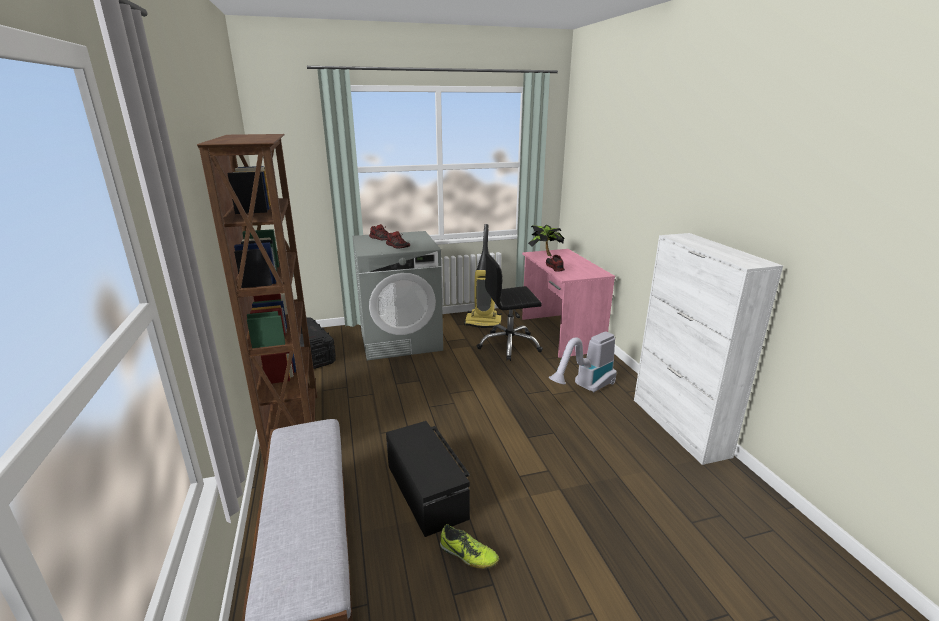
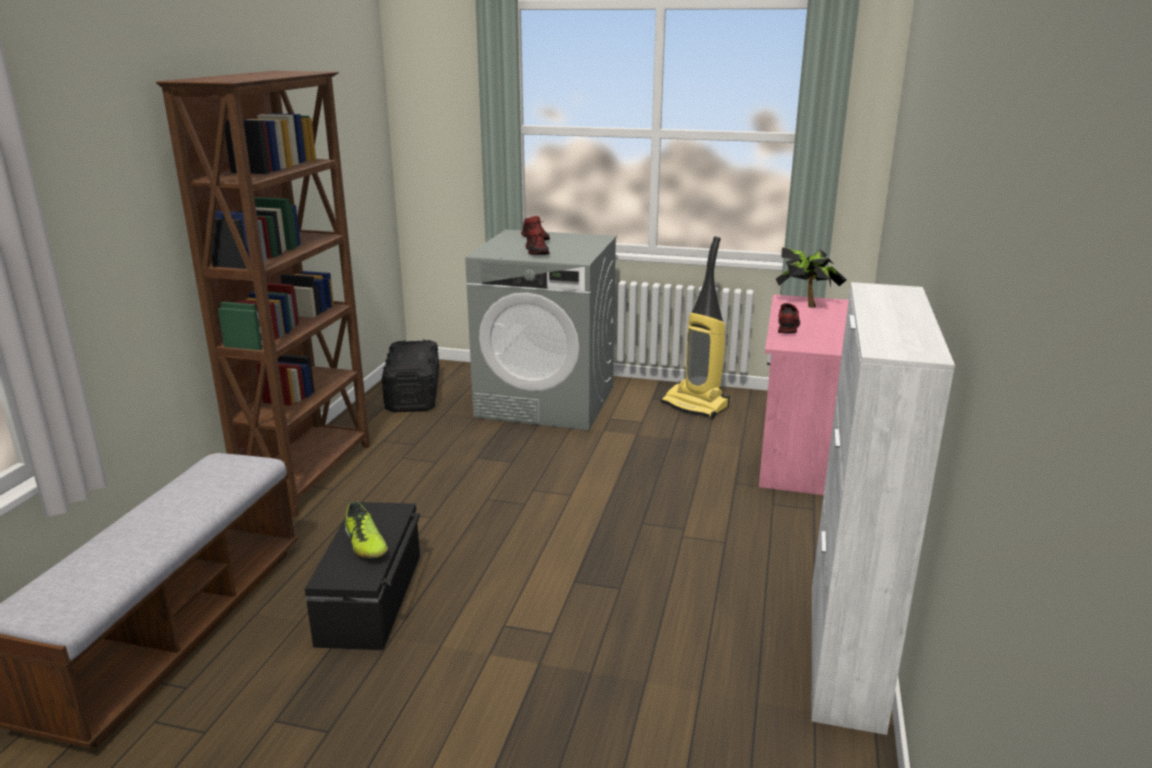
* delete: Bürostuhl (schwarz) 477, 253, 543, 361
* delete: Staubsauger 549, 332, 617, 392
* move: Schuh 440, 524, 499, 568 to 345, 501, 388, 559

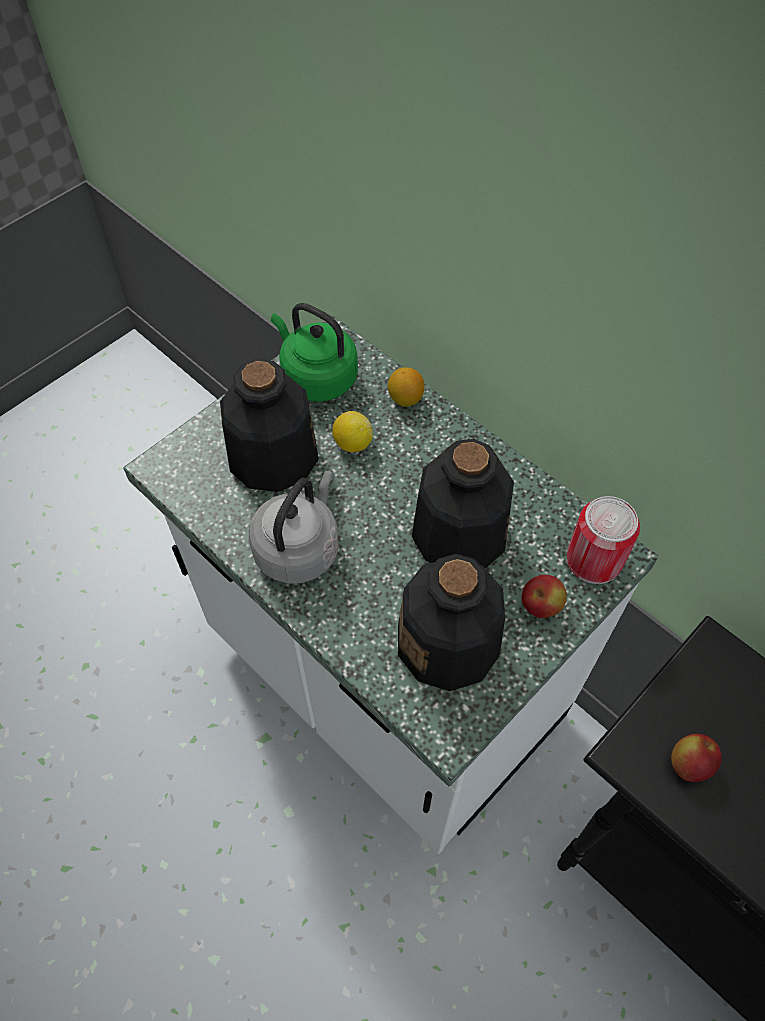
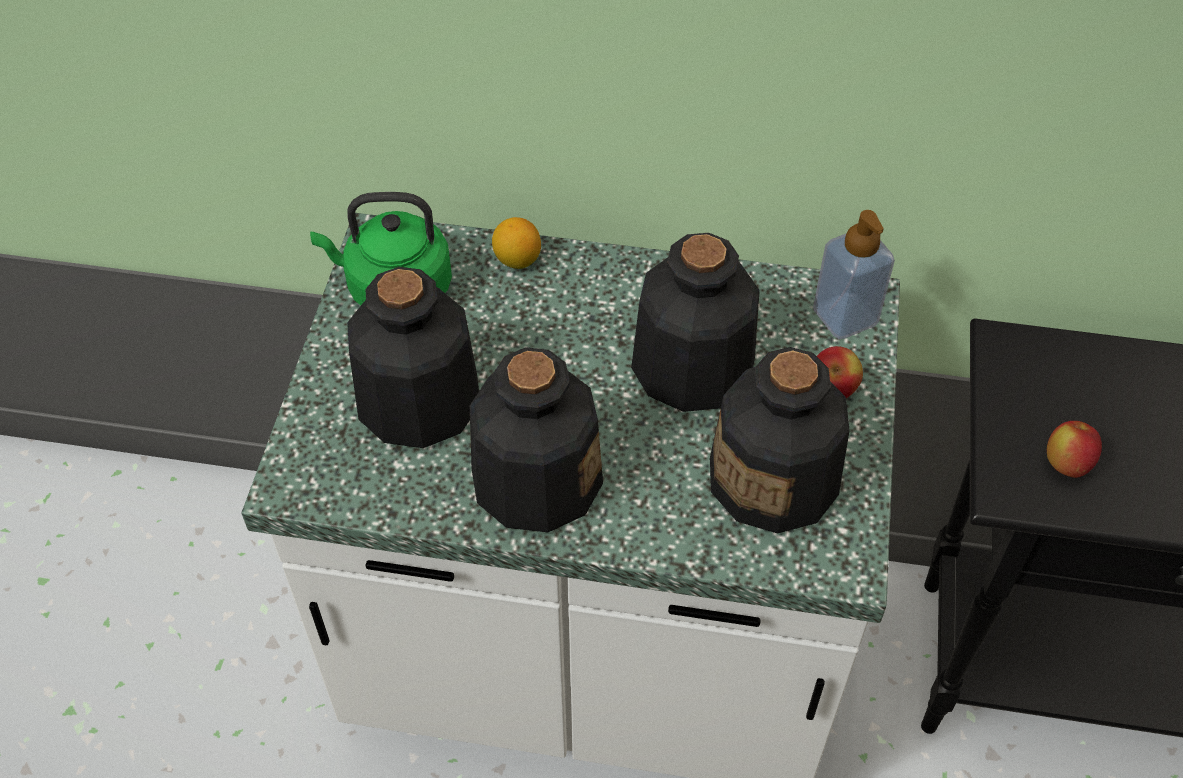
* delete: Zitrone 332, 411, 373, 452
* replace: Wasserkessel (grau) 249, 471, 338, 584 to Flasche 470, 347, 603, 532
* replace: Dose 567, 496, 640, 584 to Seifenspender 813, 210, 895, 339

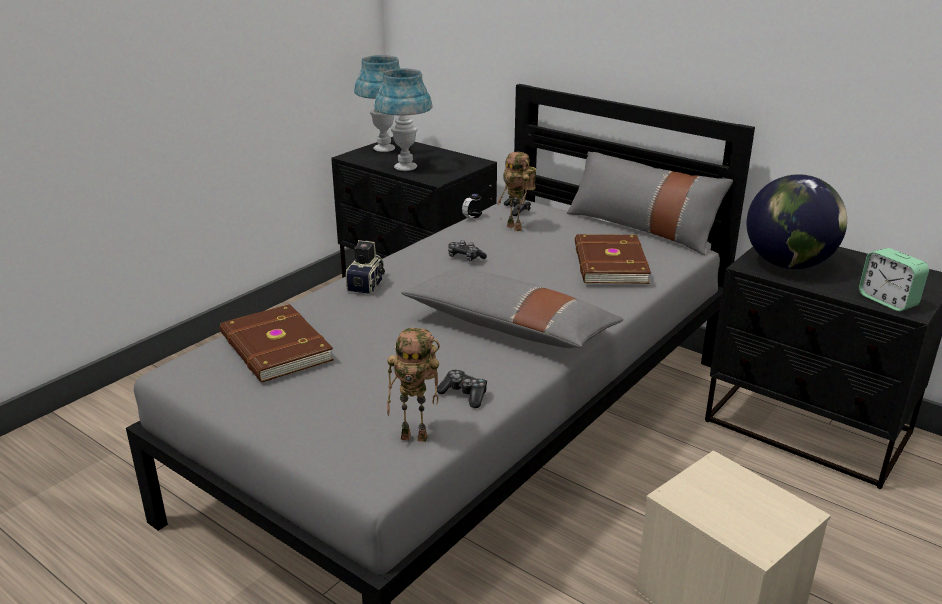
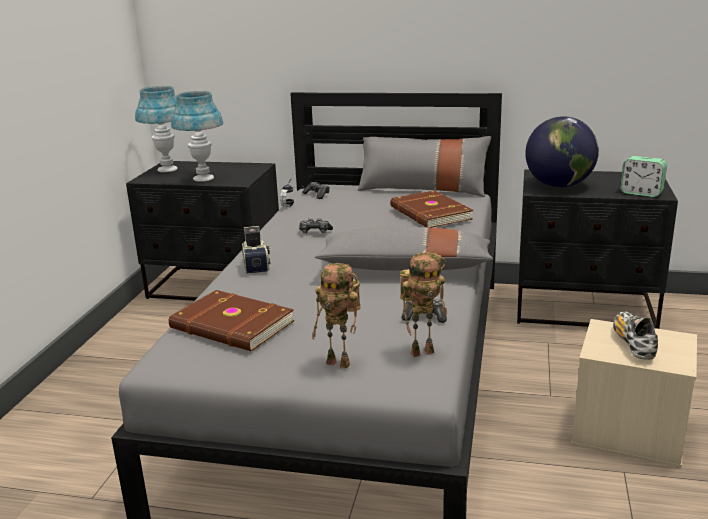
* insert: Schuh 613, 311, 658, 360
* move: Spielzeugroboter 497, 152, 536, 232 to 312, 263, 360, 369

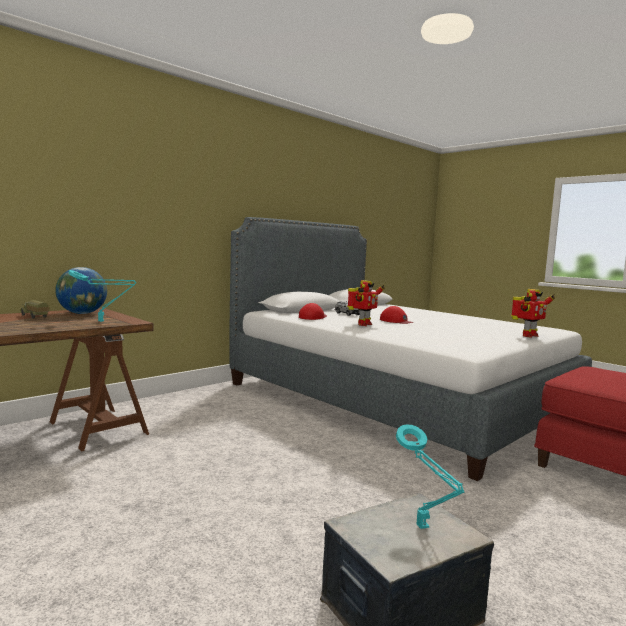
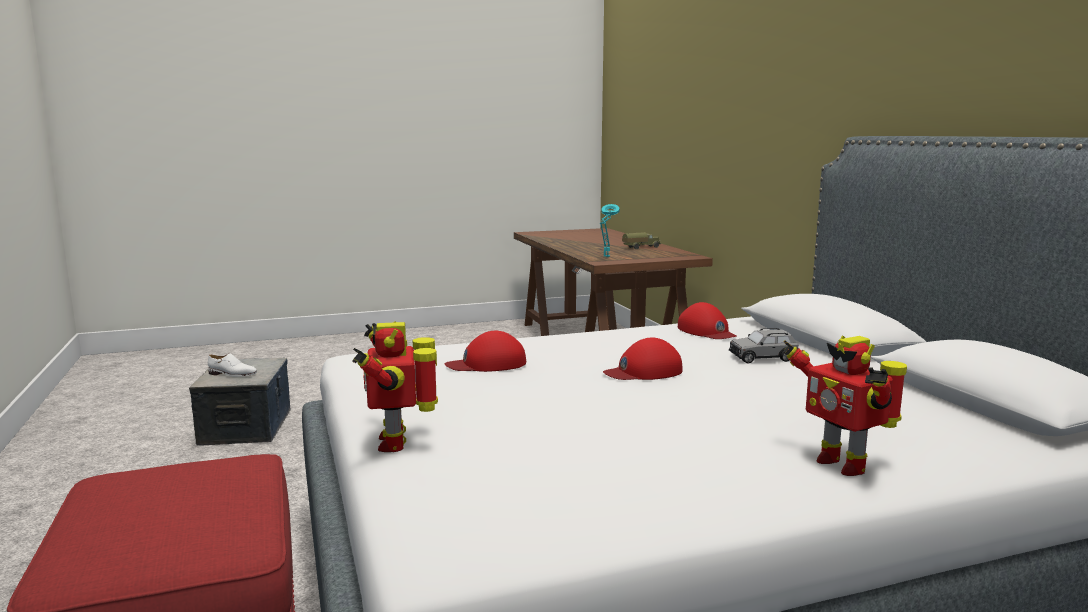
* delete: Globus 55, 267, 107, 314
* insert: Kappe (rot) 445, 331, 526, 372
* move: Spielzeugroboter 347, 280, 385, 326 to 784, 336, 907, 476
* replace: Tischlampe (türkis) 396, 424, 464, 529 to Schuh (weiß) 208, 353, 257, 377

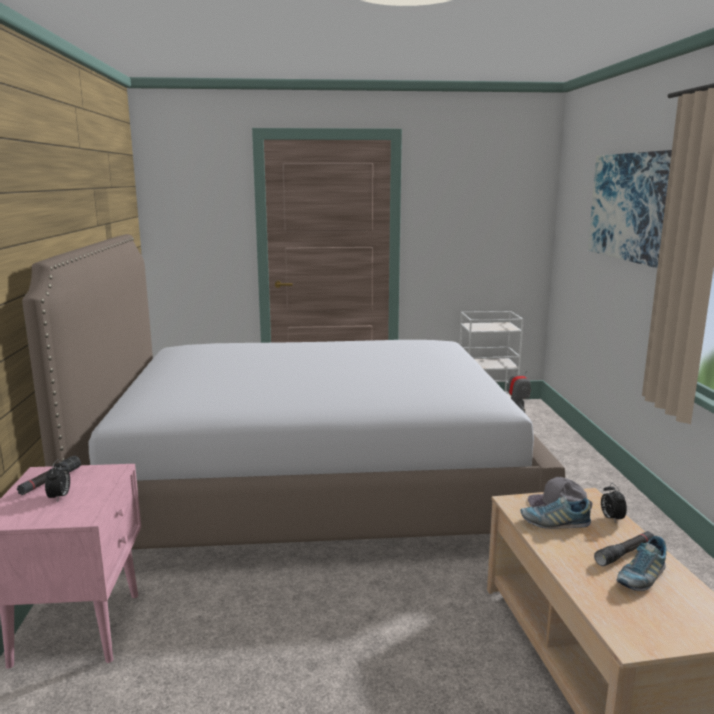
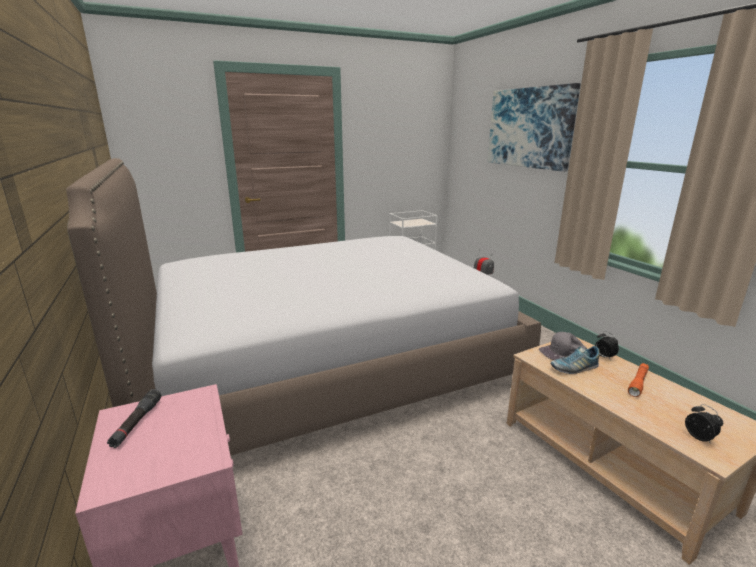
* delete: Schuh 616, 536, 667, 591
* move: Wecker 45, 459, 70, 502 to 685, 404, 723, 443
* recolor: Taschenlampe (schwarz) 594, 531, 654, 566 to Taschenlampe (orange) 628, 363, 649, 397

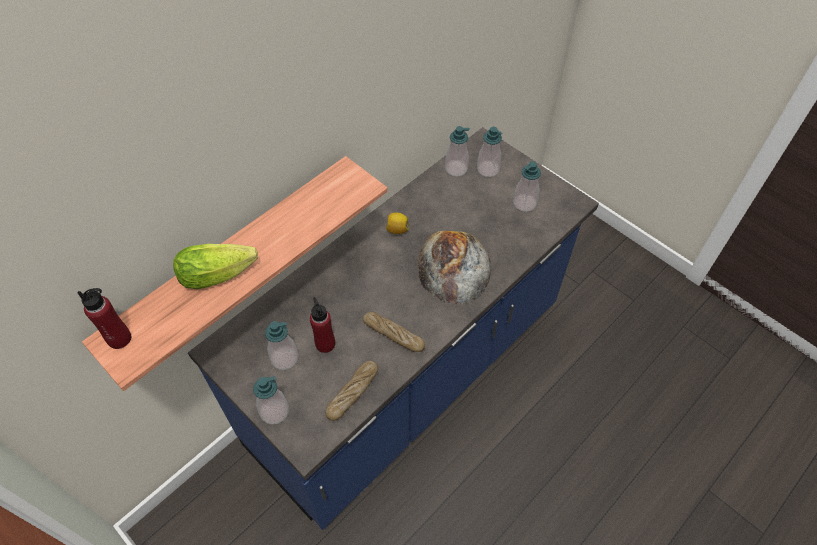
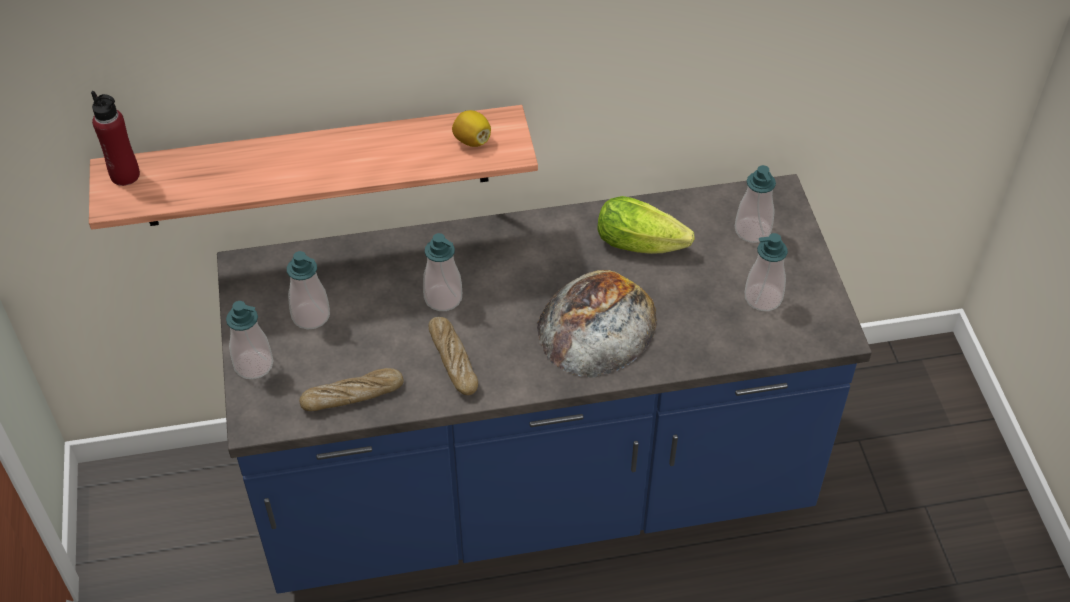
* delete: Flasche (rot) 310, 297, 335, 353
* move: Salatkopf 173, 244, 258, 289 to 598, 196, 694, 254
* move: Zitrone 386, 213, 409, 234 to 452, 110, 491, 147
* move: Seifenspender 445, 126, 470, 176 to 423, 233, 462, 311

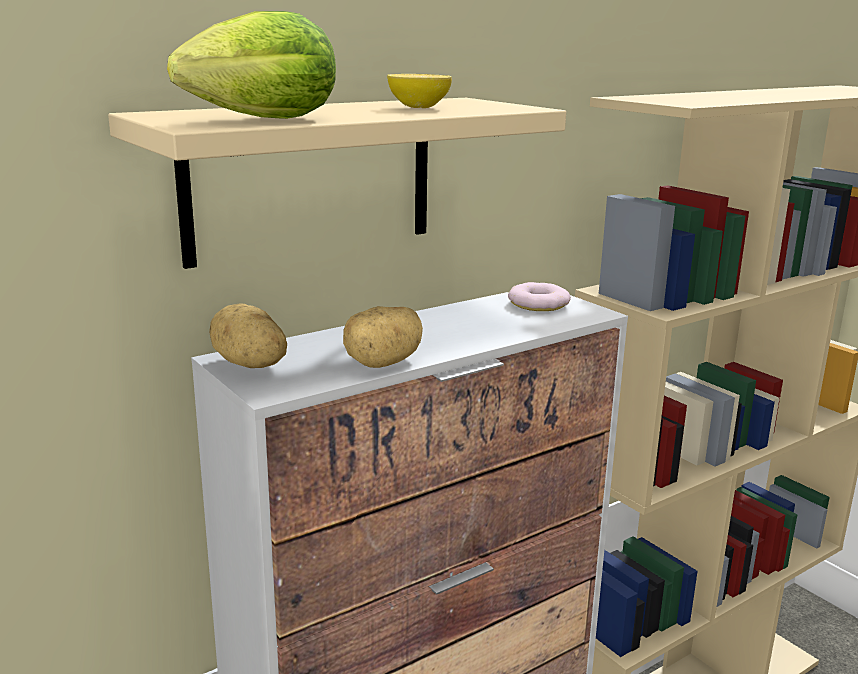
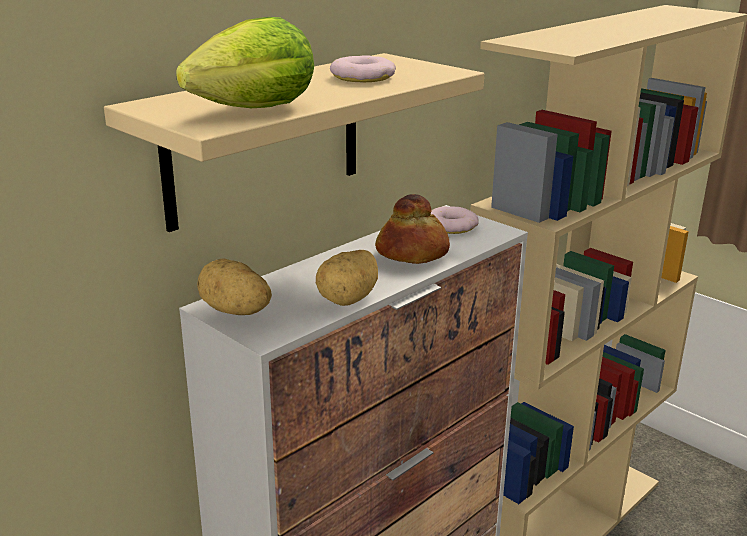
* insert: Brot 375, 194, 450, 264
* replace: Zitrone 387, 74, 452, 108 to Donut 330, 55, 396, 82

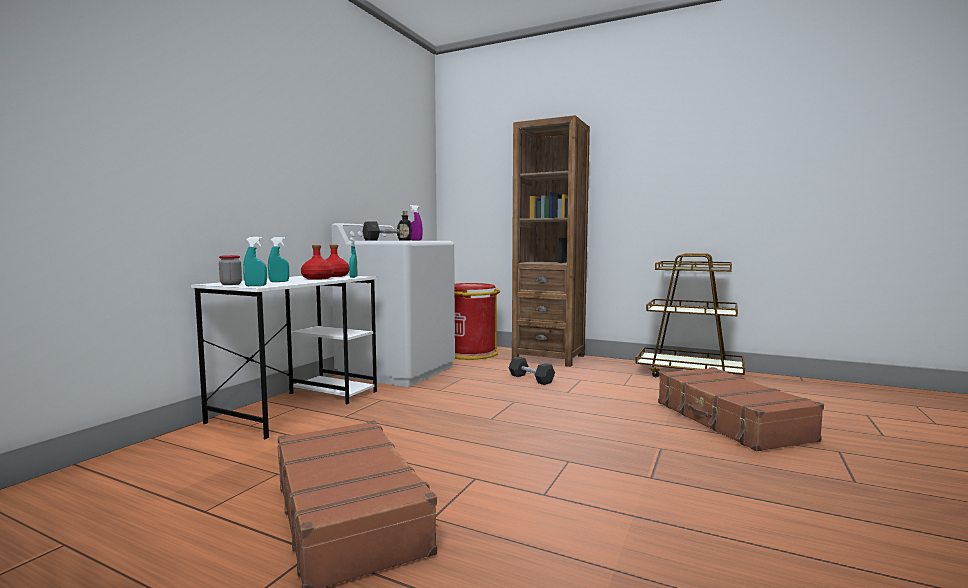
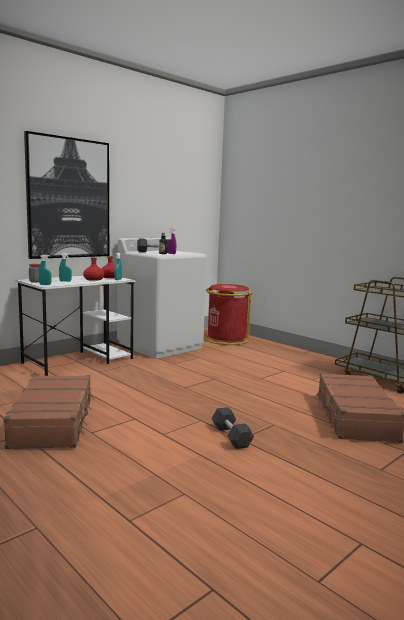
* delete: Bücherregal (braun) 512, 115, 590, 367
* insert: Bild 24, 131, 109, 259
* move: Hantel (grau) 509, 357, 555, 385 to 212, 407, 254, 449

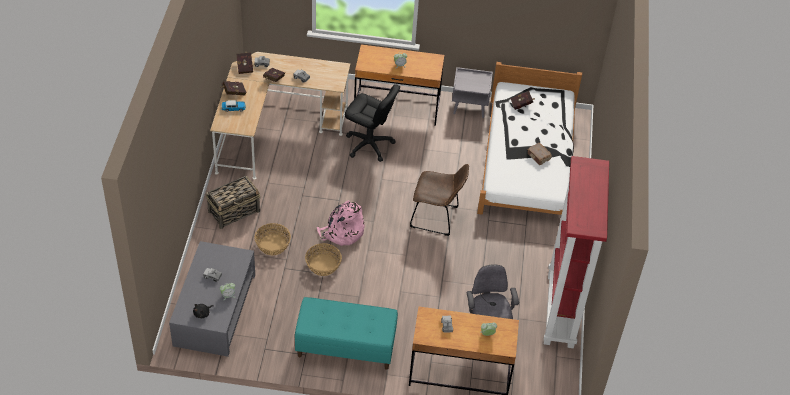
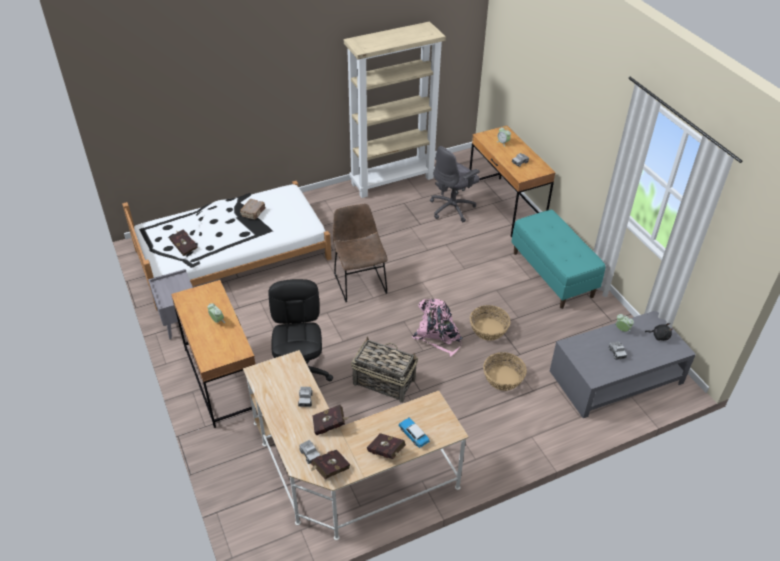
* move: Korb 206, 176, 260, 229 to 351, 336, 418, 403
* recolor: Bücherregal (rot) 543, 156, 609, 348 to Bücherregal (beige) 344, 22, 446, 198

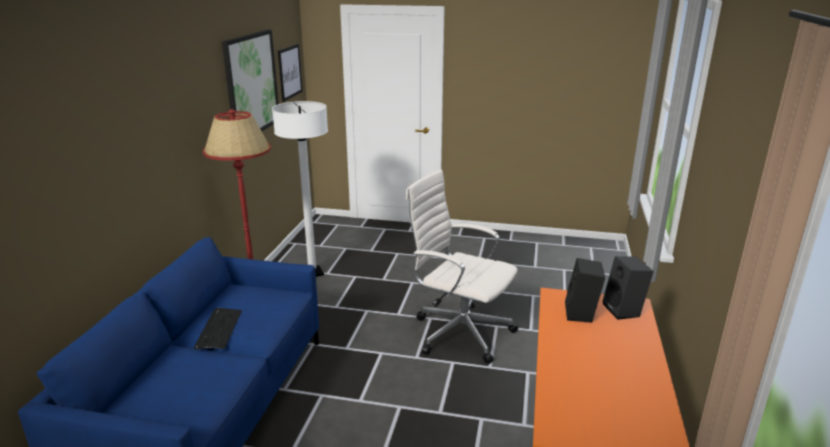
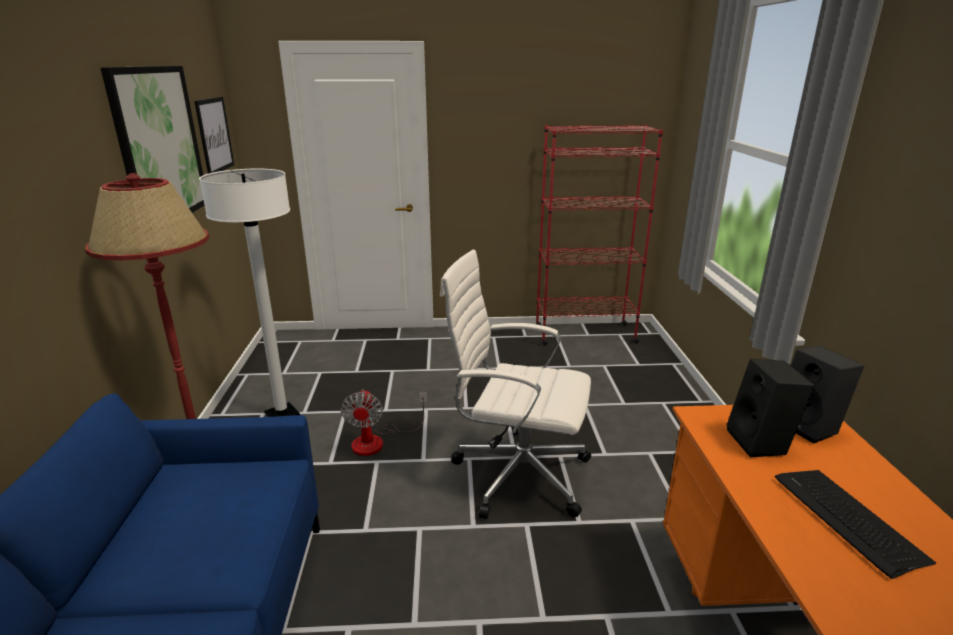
* insert: Ventilator 341, 389, 427, 456
* insert: Bücherregal (rot) 536, 124, 663, 346
* move: Tastatur 194, 308, 242, 349 to 775, 470, 936, 579

